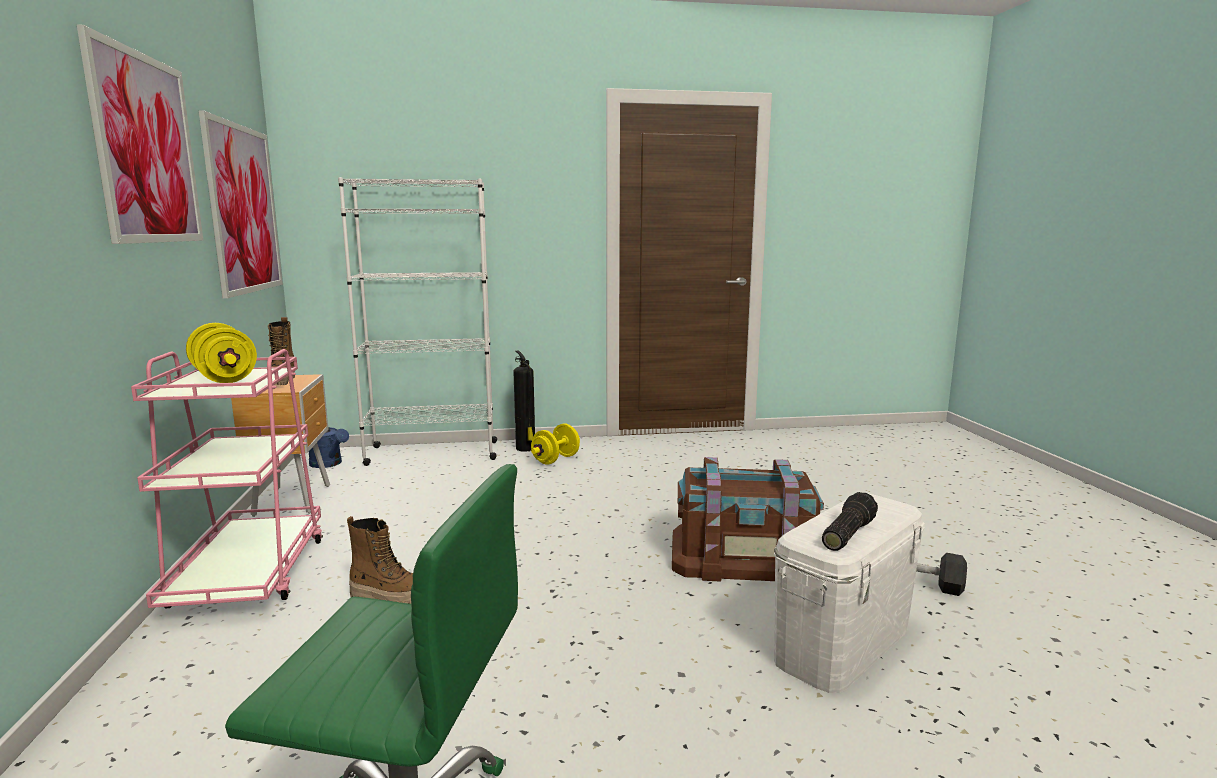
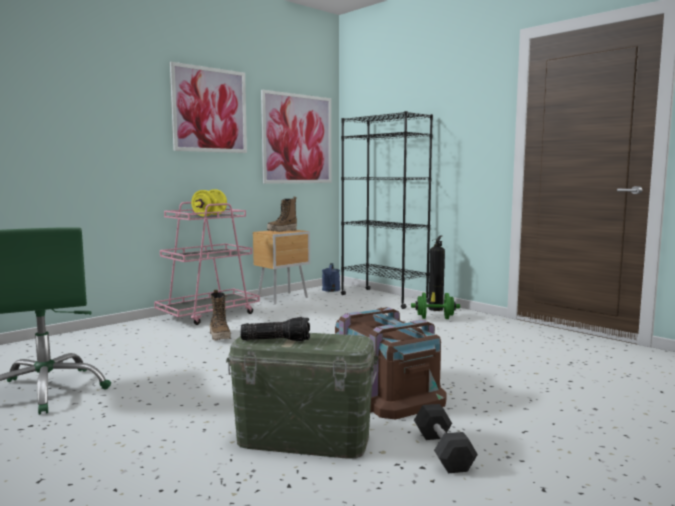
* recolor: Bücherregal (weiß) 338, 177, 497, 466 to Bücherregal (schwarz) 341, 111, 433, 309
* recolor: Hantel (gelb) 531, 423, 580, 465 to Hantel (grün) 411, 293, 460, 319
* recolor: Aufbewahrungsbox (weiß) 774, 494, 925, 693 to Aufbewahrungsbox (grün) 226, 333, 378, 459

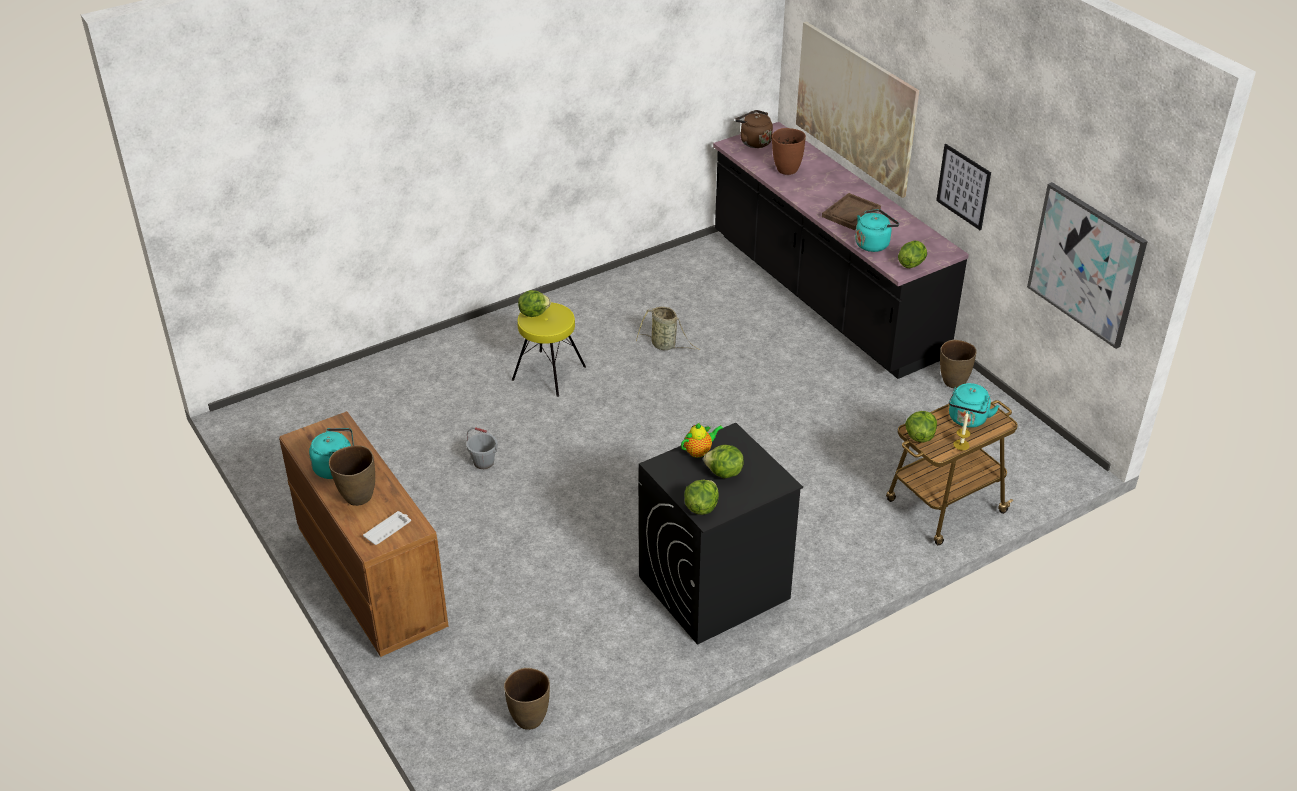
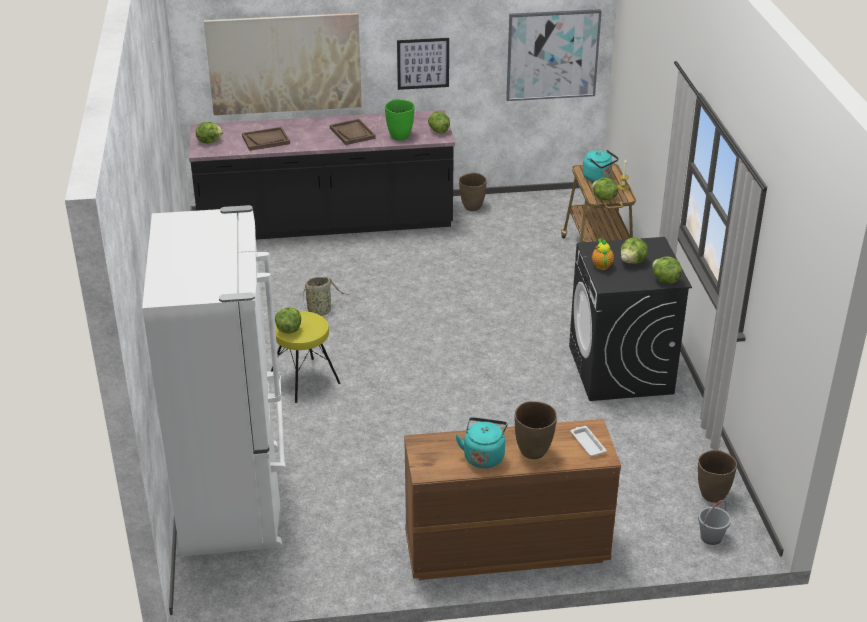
* insert: Kühlschrank (weiß) 142, 205, 286, 557
* move: Eimer (grau) 467, 427, 498, 469 to 698, 500, 731, 545
* replace: Wasserkessel (braun) 735, 110, 773, 148 to Salatkopf 196, 122, 223, 144
* replace: Vase (braun) 772, 128, 806, 175 to Tablett (braun) 242, 127, 290, 151
* replace: Wasserkessel (türkis) 855, 209, 899, 252 to Vase (grün) 385, 99, 414, 140

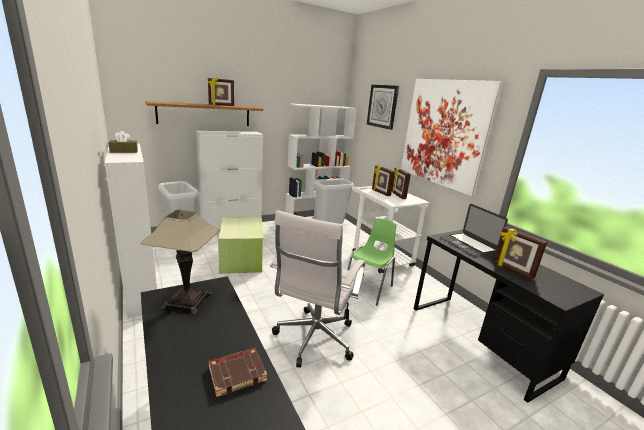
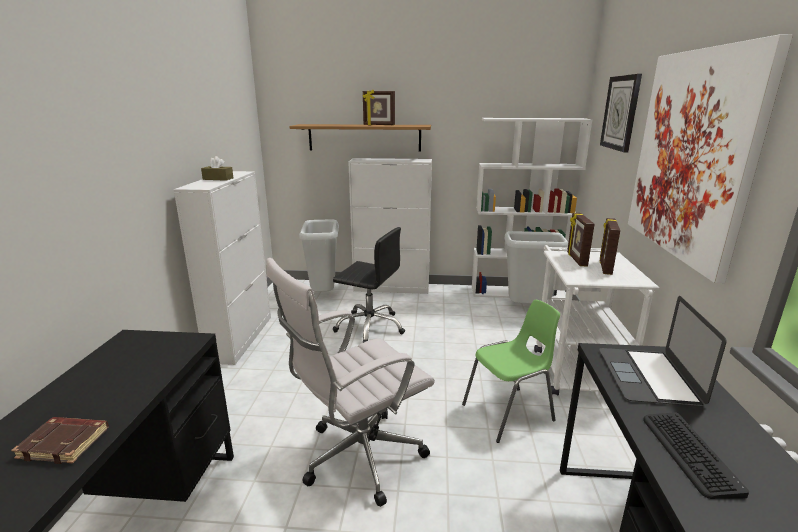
* delete: Tischlampe 141, 210, 221, 315
* replace: Aufbewahrungsbox (grün) 218, 217, 264, 274 to Bürostuhl (schwarz) 333, 227, 405, 343
* replace: Bilderrahmen 493, 227, 547, 280 to Tastatur 643, 412, 749, 499

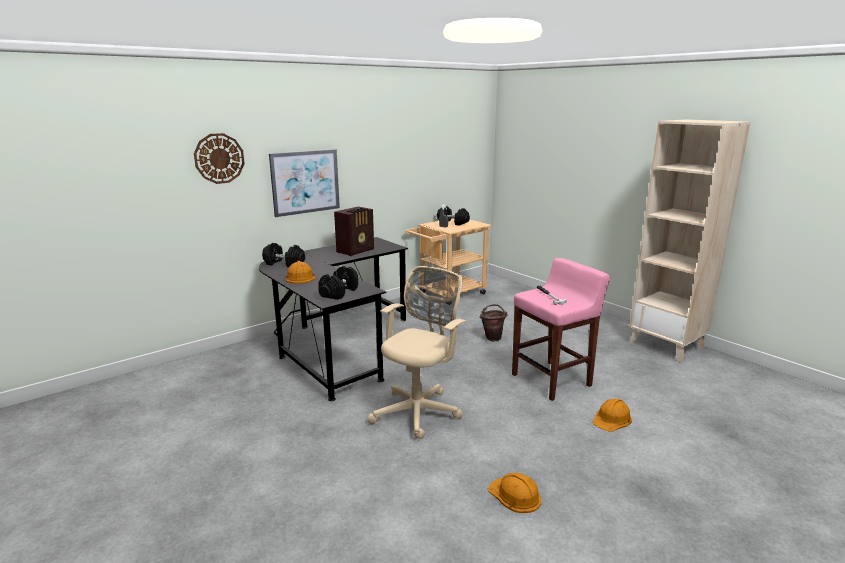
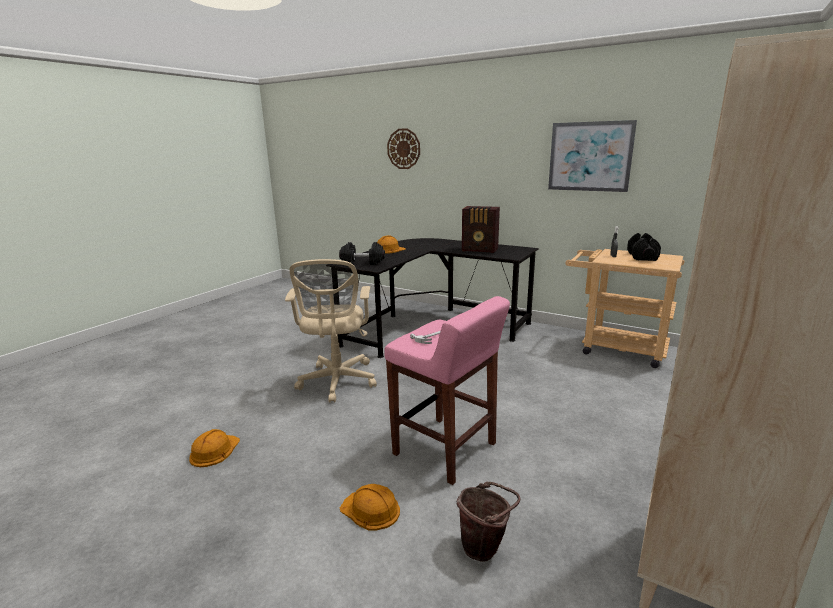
* delete: Hantel (schwarz) 262, 243, 305, 267
* move: Bild 269, 149, 340, 217 to 548, 120, 637, 192
* move: Eimer (braun) 480, 304, 508, 341 to 457, 481, 521, 562
* rotate: Bürostuhl (beige) 367, 266, 466, 439 = 285, 259, 377, 403 75 degrees clockwise

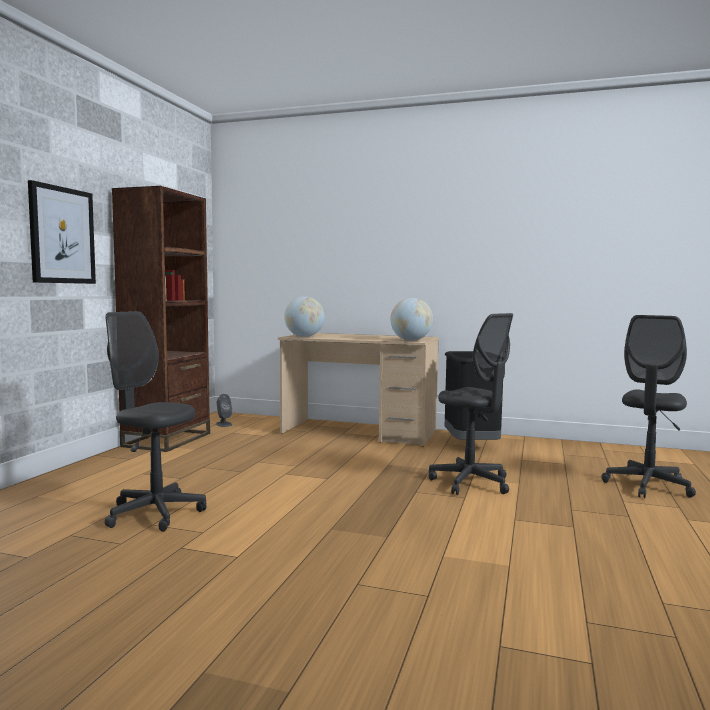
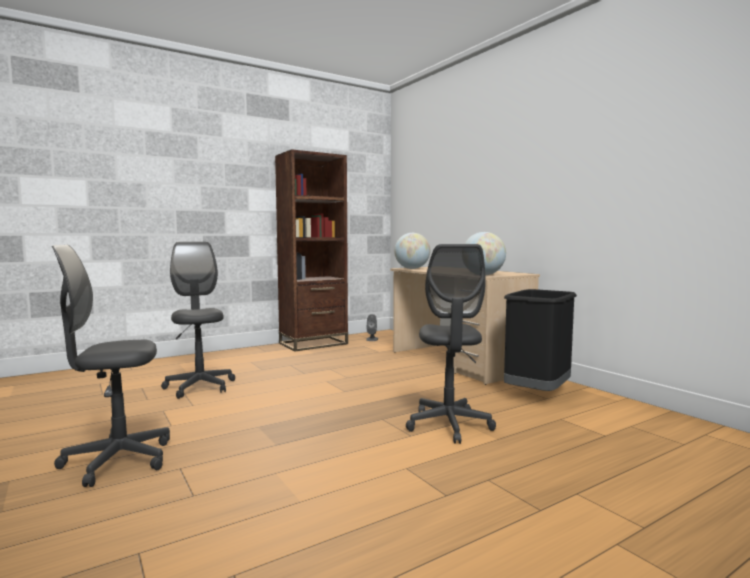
* delete: Bild 28, 180, 96, 284
* move: Bürostuhl (grau) 601, 315, 696, 498 to 52, 245, 170, 487

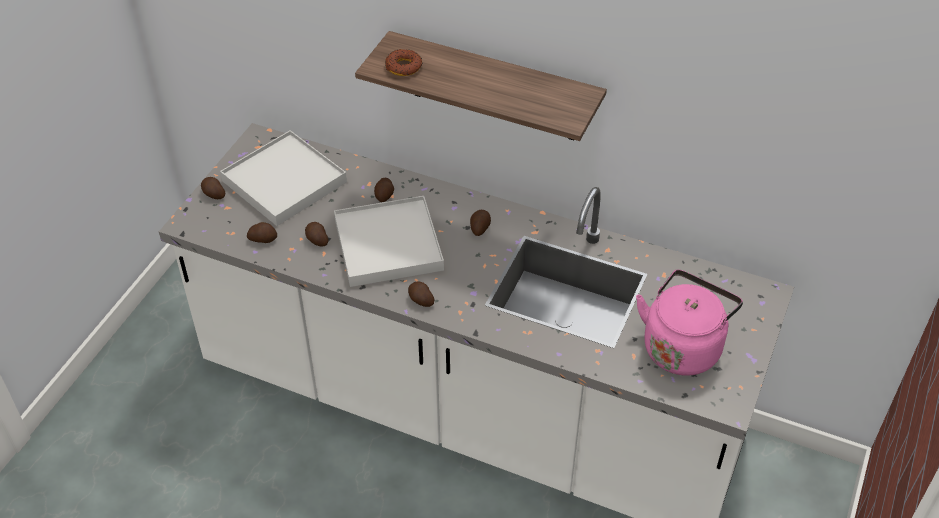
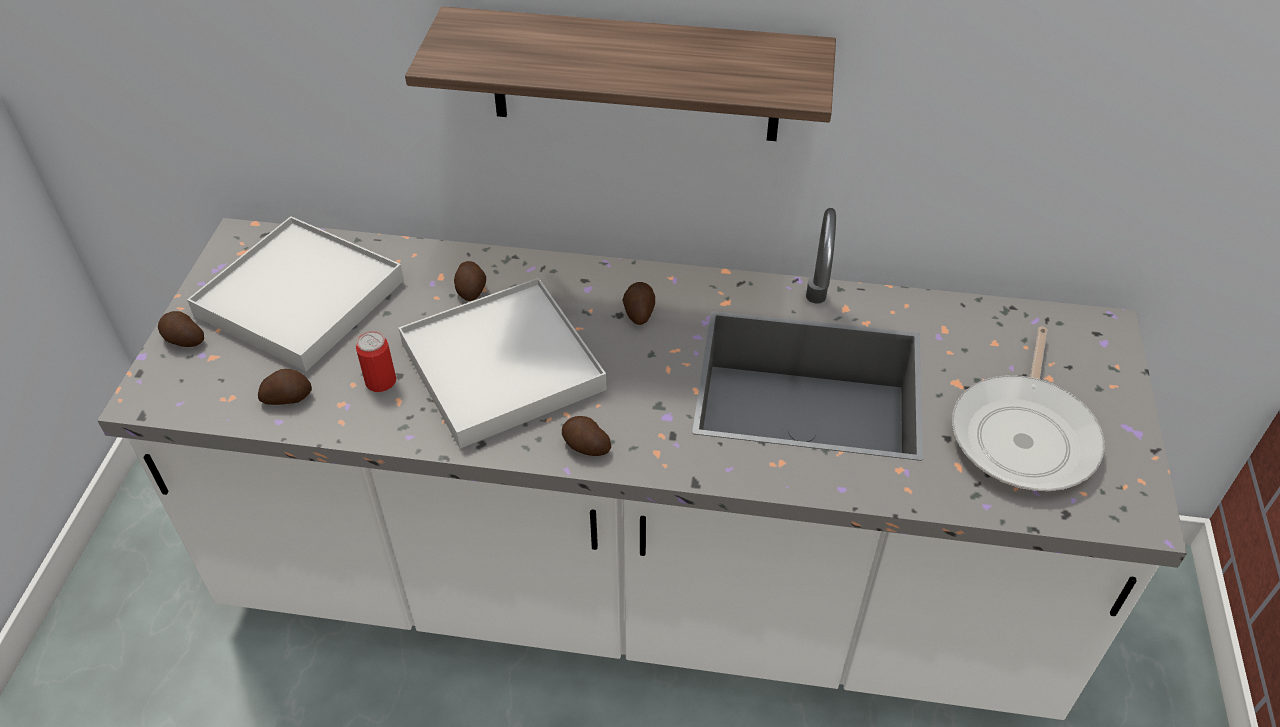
* delete: Donut 385, 49, 422, 76
* replace: Kartoffel 305, 222, 329, 247 to Dose 356, 331, 396, 392
* replace: Wasserkessel (rosa) 636, 270, 743, 376 to Pfanne 952, 327, 1105, 491

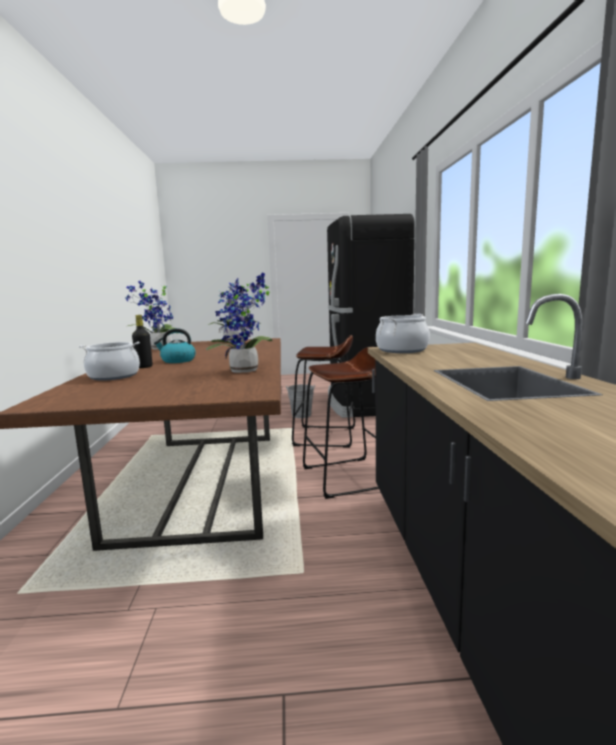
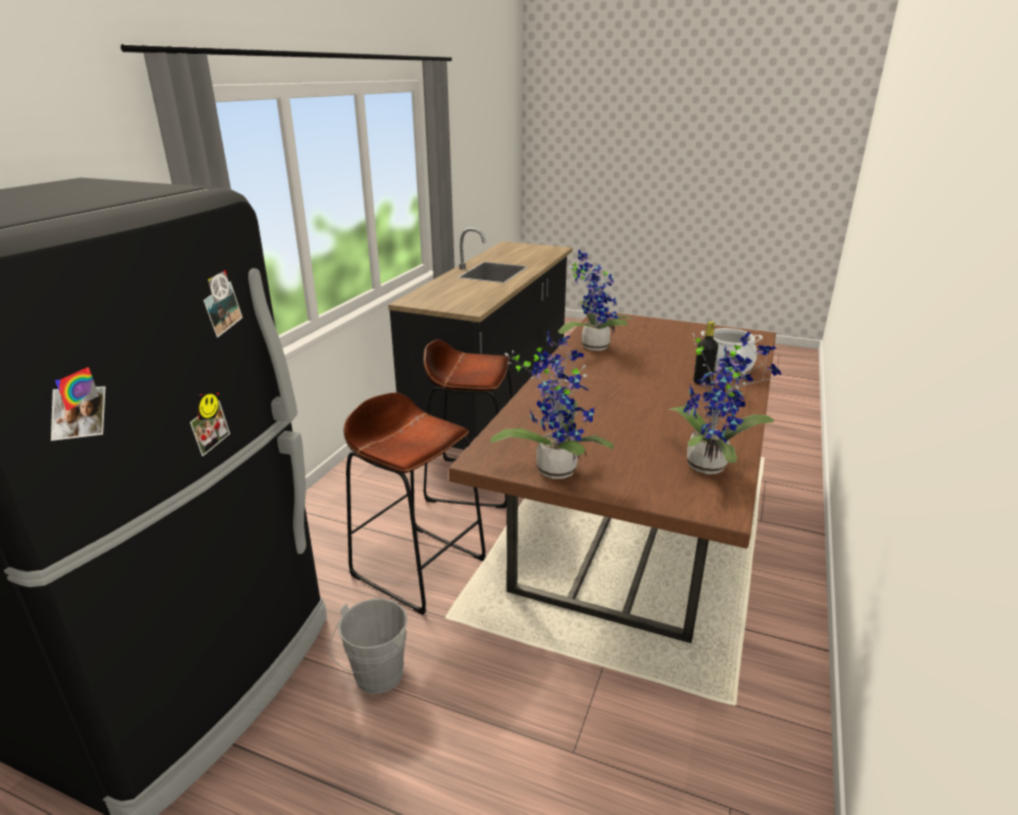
* delete: Wasserkessel 154, 328, 196, 363
* delete: Kochtopf 376, 314, 430, 353

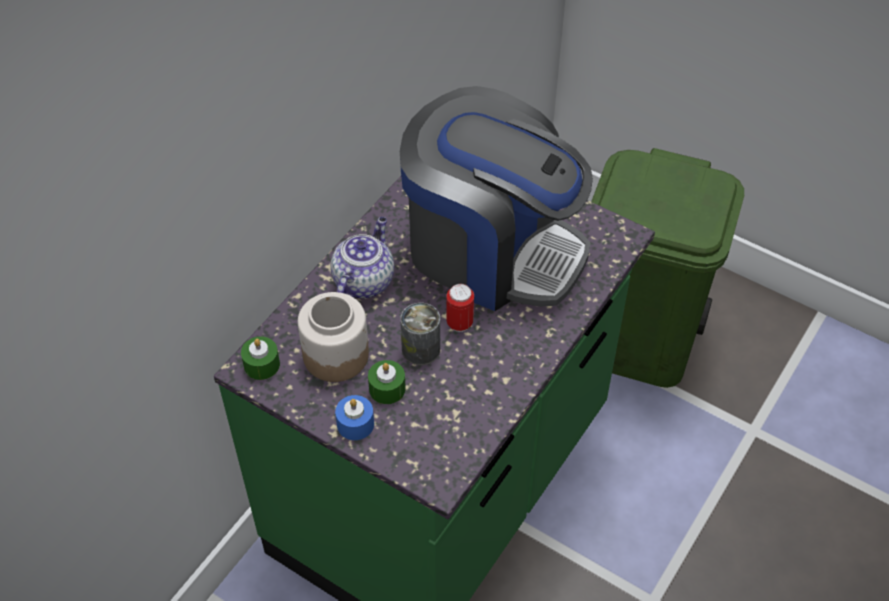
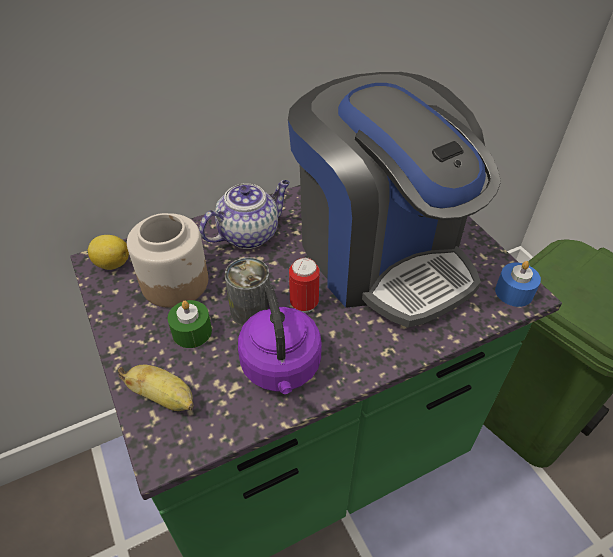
* insert: Banane 118, 365, 193, 411
* insert: Wasserkessel (lila) 238, 285, 322, 394
* move: Kerze (blau) 335, 395, 374, 440 to 495, 261, 541, 307
* replace: Kerze (grün) 241, 336, 280, 380 to Zitrone 88, 235, 129, 270

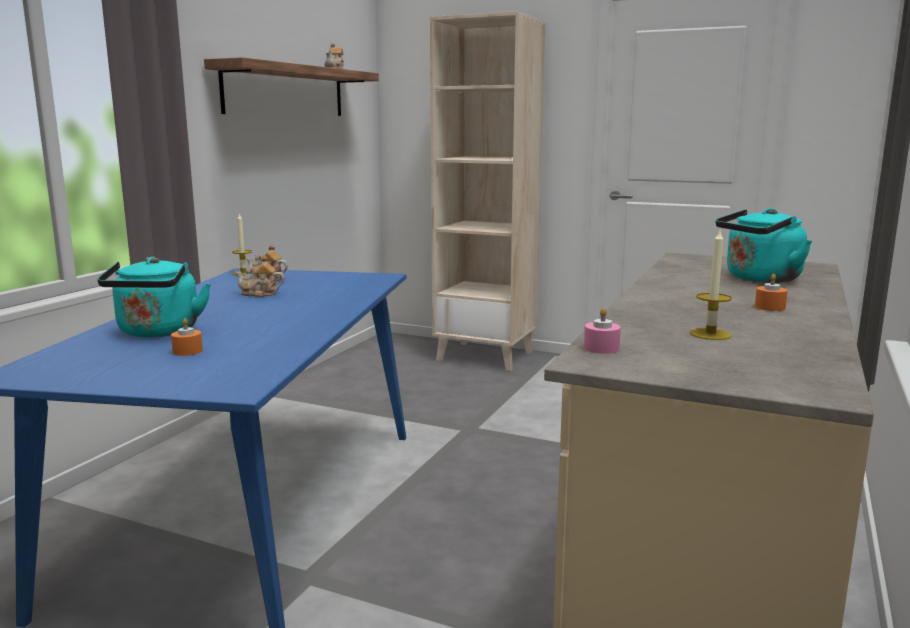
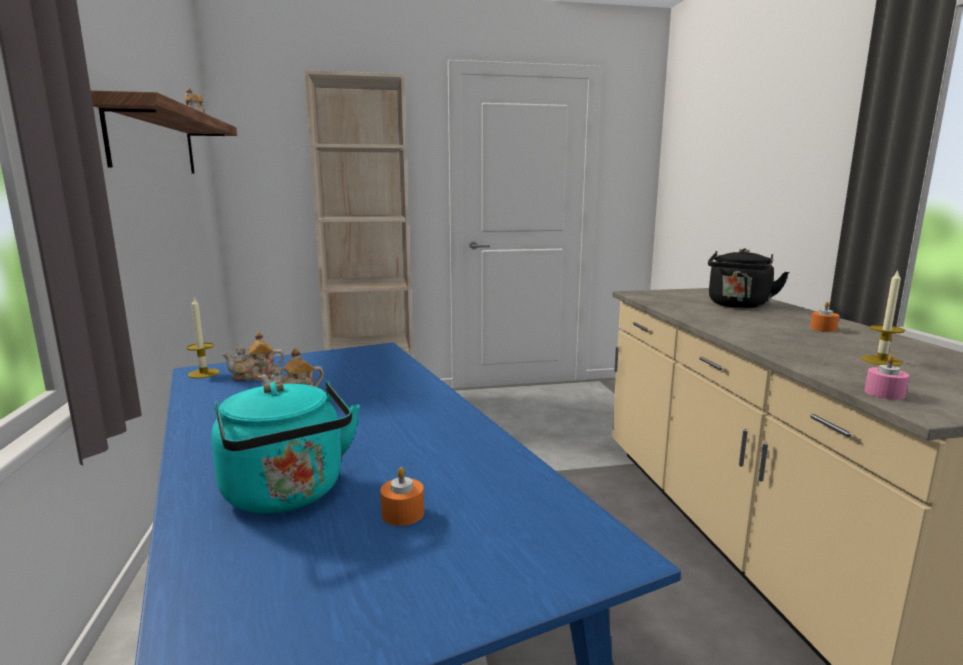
* recolor: Wasserkessel (türkis) 716, 208, 812, 283 to Wasserkessel (schwarz) 708, 249, 789, 308

